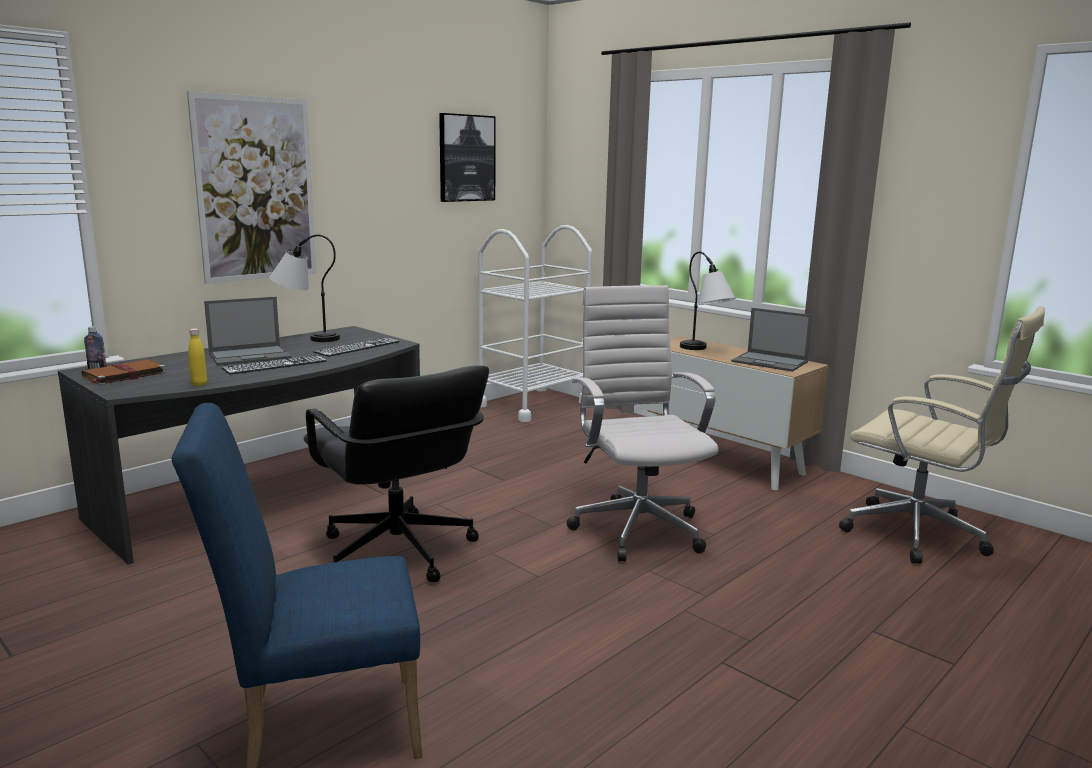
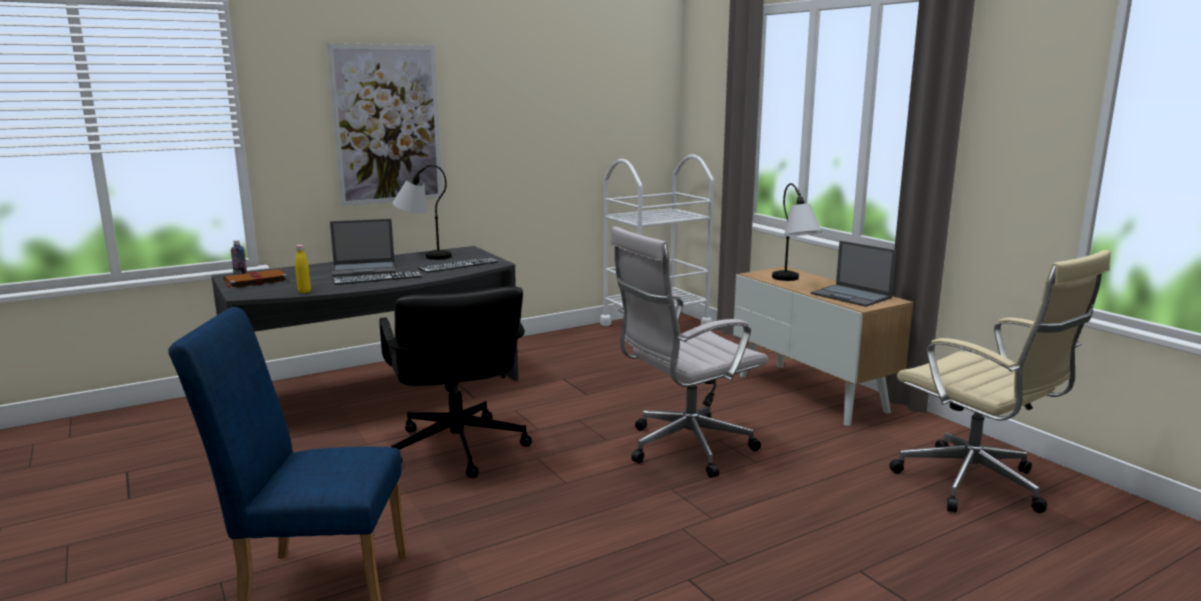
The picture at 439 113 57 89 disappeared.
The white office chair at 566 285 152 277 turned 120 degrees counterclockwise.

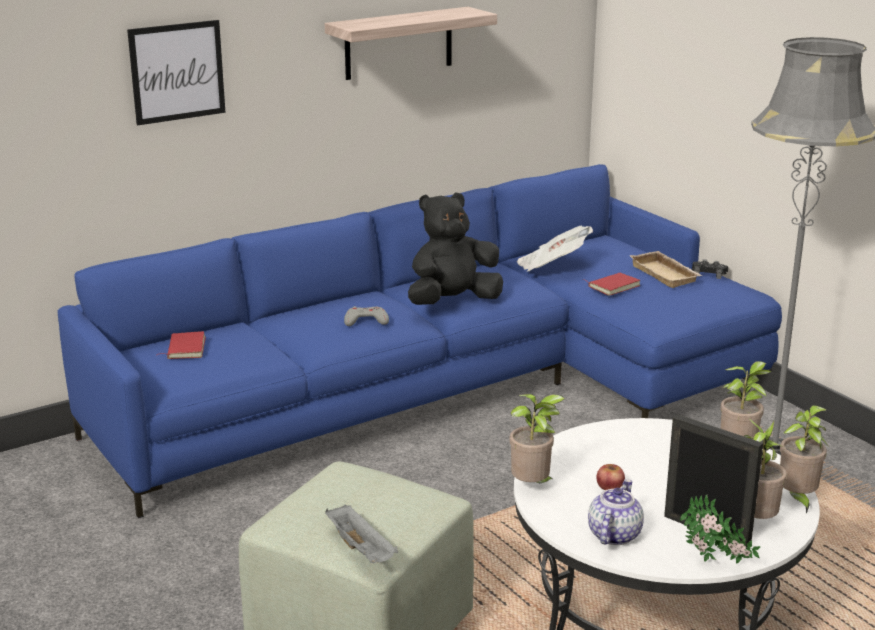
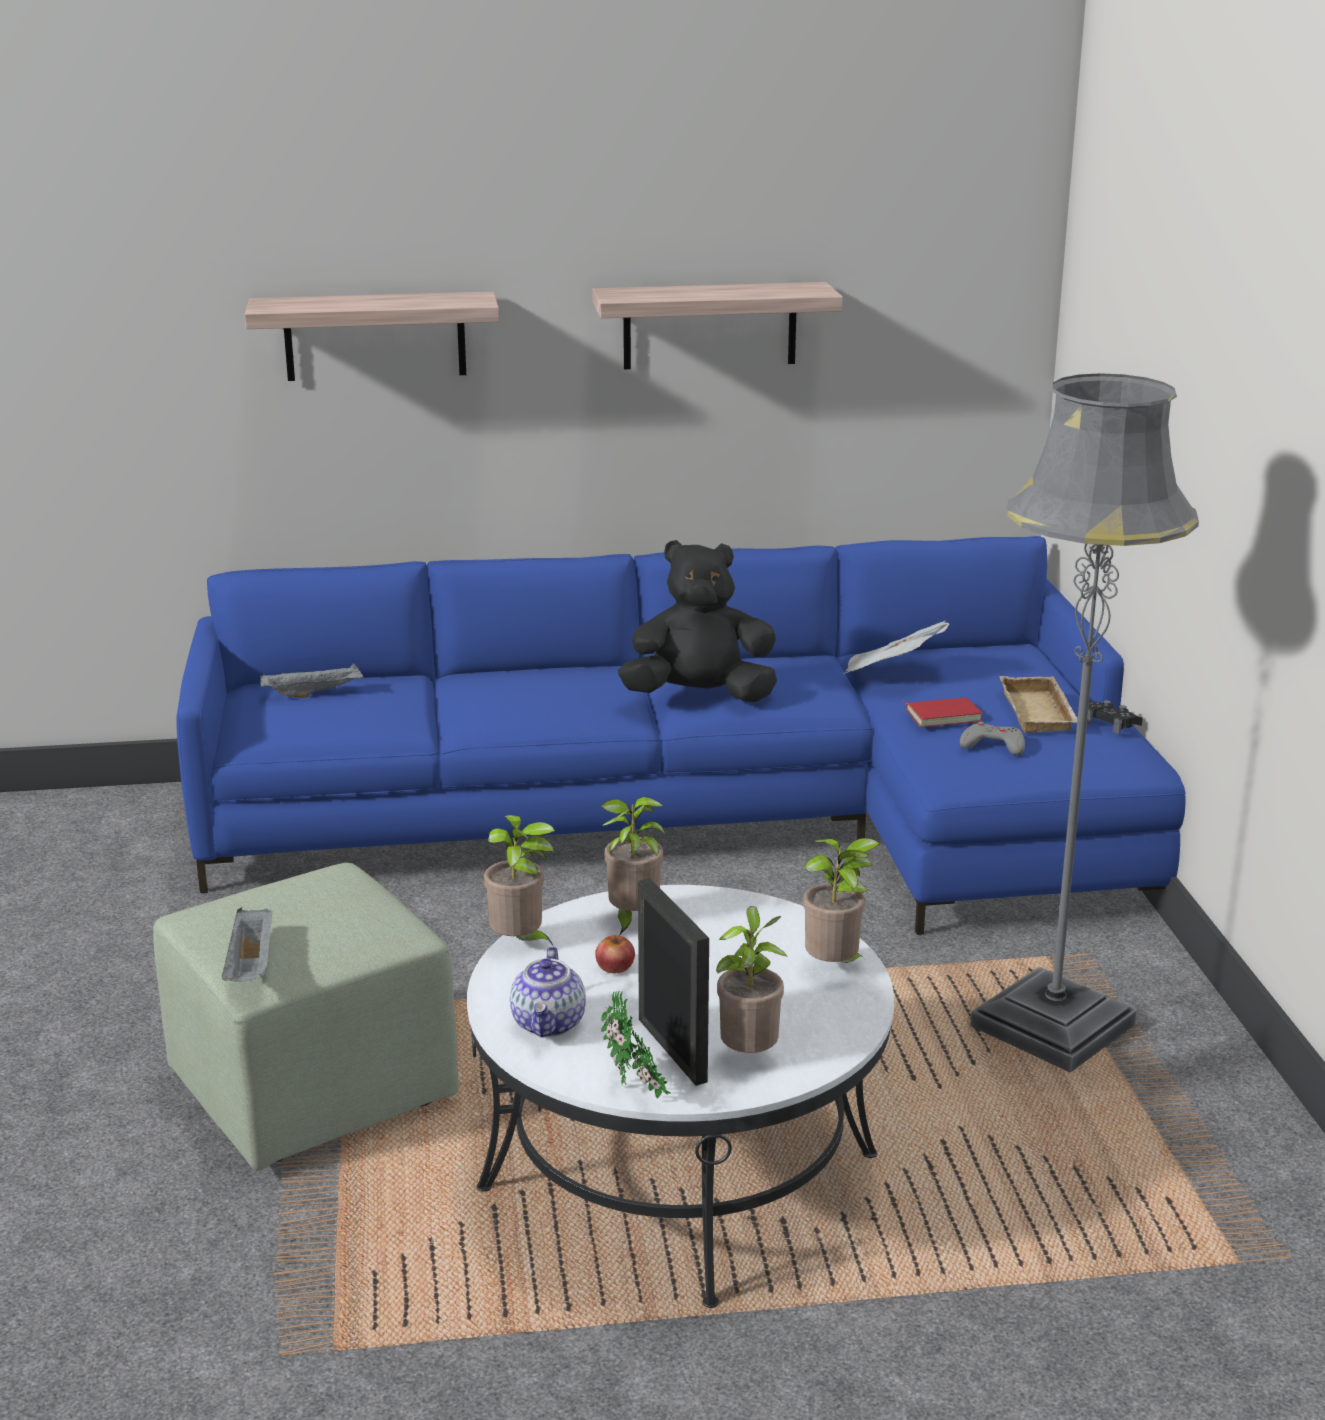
The picture at 127 20 99 105 was replaced by the shelf at 245 292 254 89.
The grey game controller moved from 344 306 45 20 to 960 721 65 34.
The red book at 157 331 49 28 was replaced by the grey tray at 260 663 104 35.
The potted plant moved from 780 405 49 108 to 600 797 65 139.
The teapot at 588 479 56 66 turned 135 degrees clockwise.

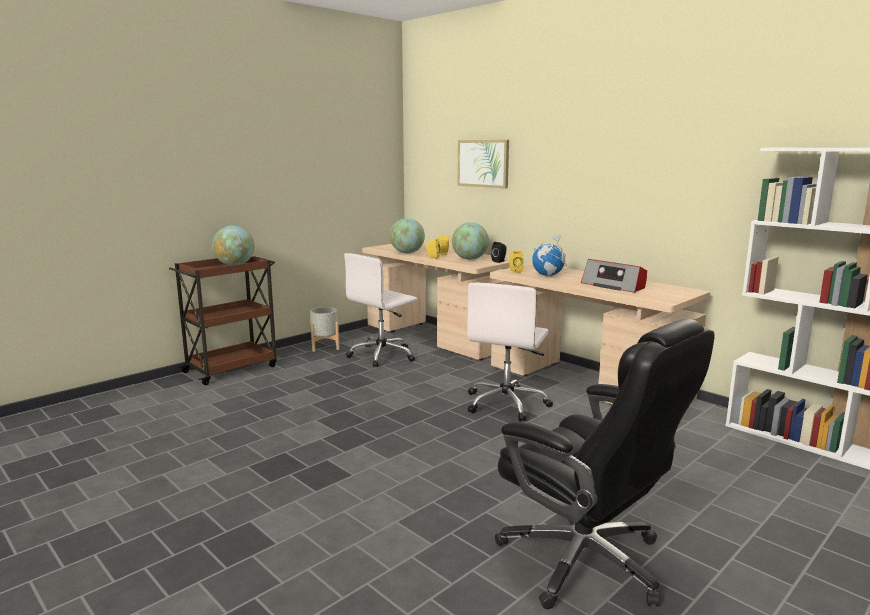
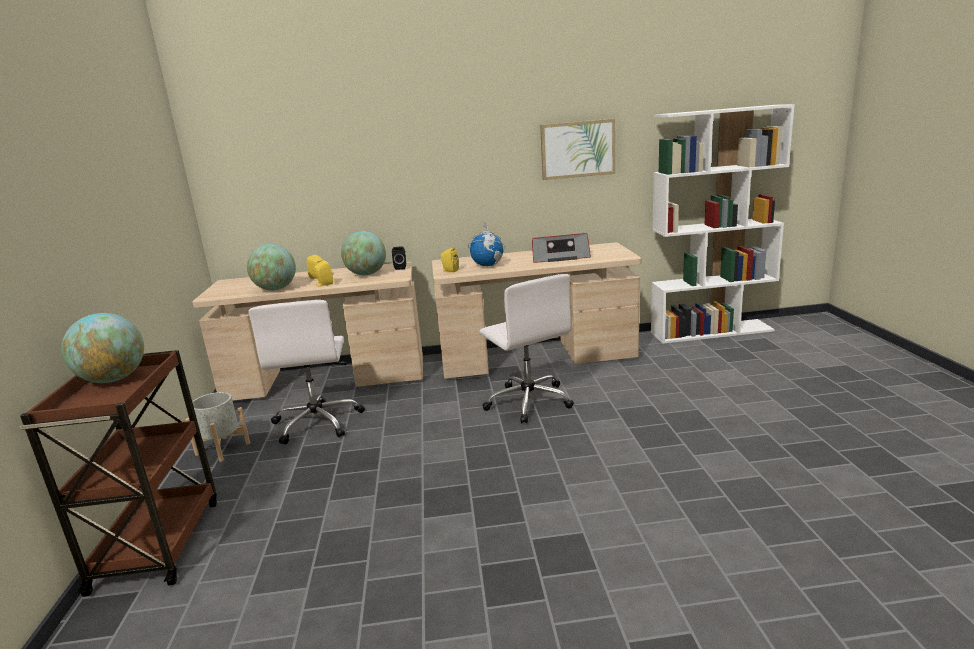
The picture moved from 458 140 51 49 to 540 119 76 61.
The black office chair at 495 319 220 290 disappeared.

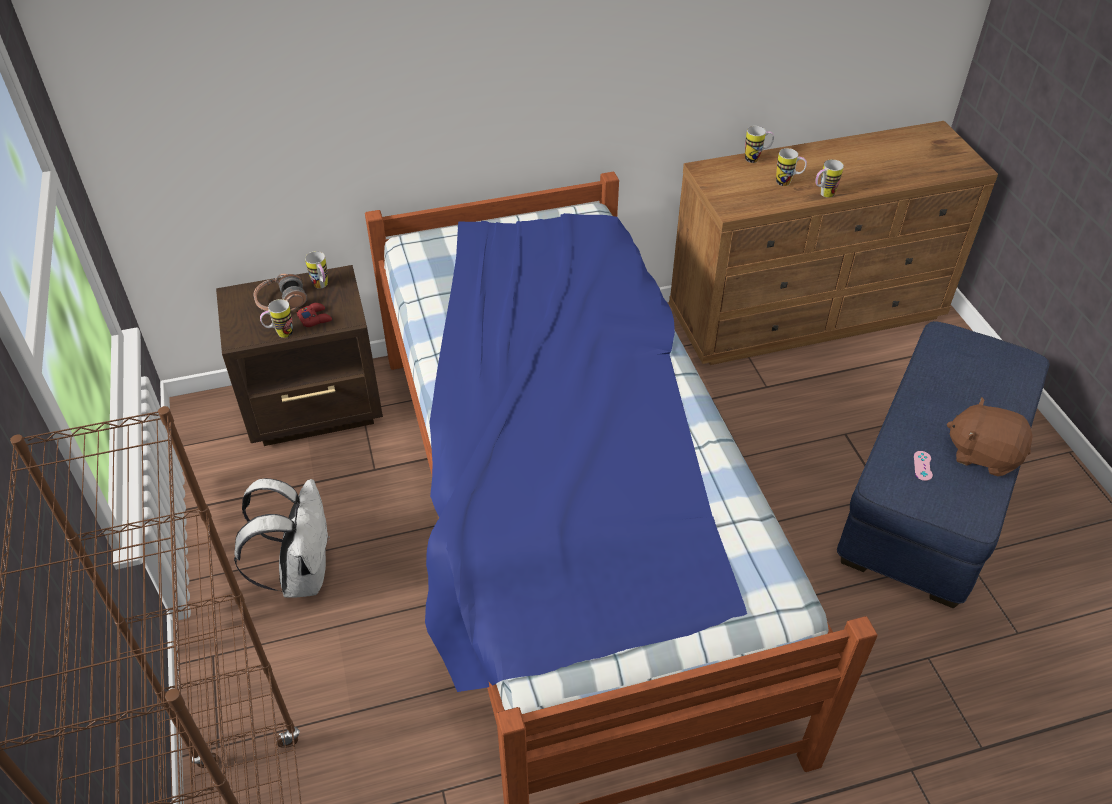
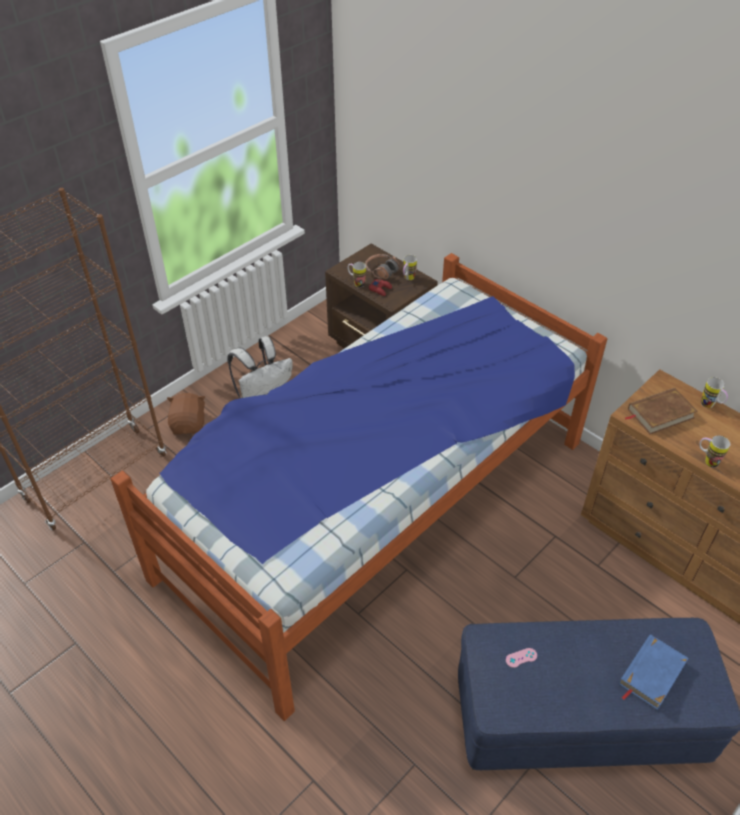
The mug at 776 148 31 38 disappeared.
The brown plush toy moved from 947 397 86 79 to 167 393 38 42.
The brown book at 625 388 73 46 appeared.
The blue book at 619 635 70 75 appeared.

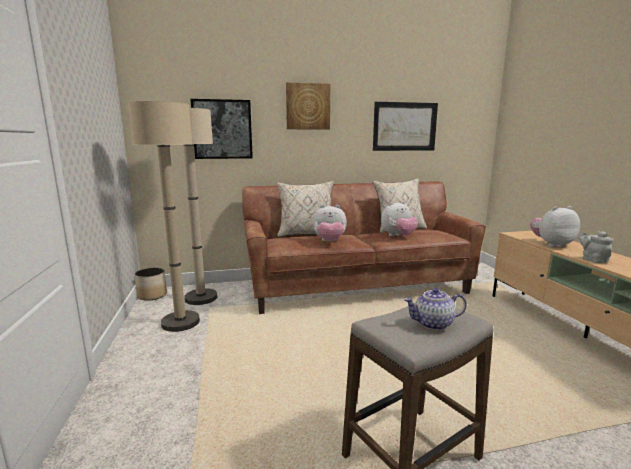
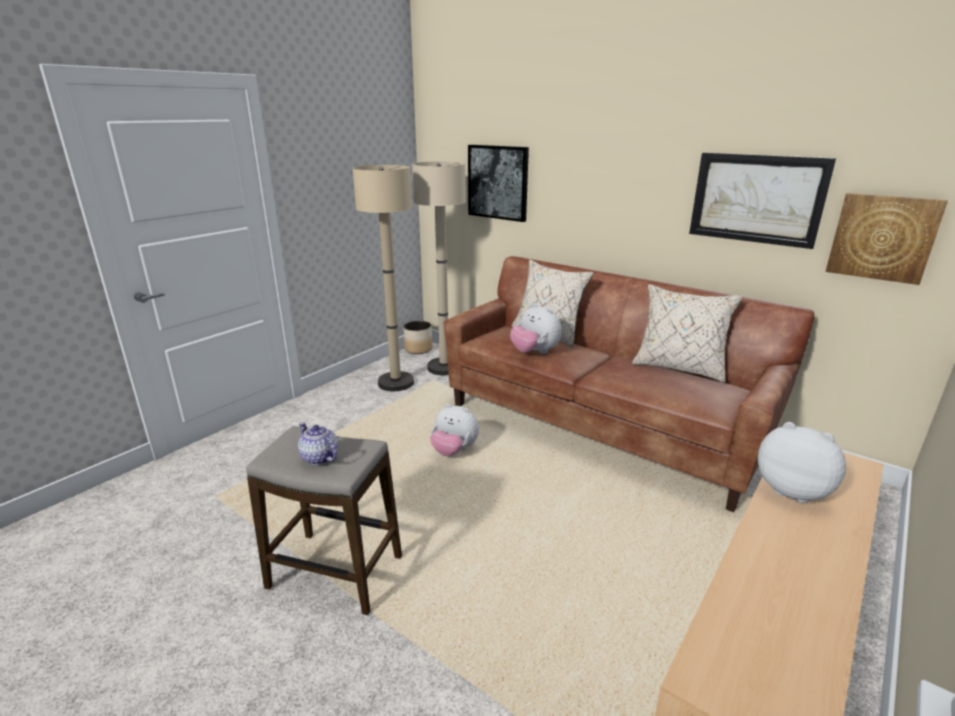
The picture moved from 286 82 44 48 to 825 193 123 92.
The plush toy moved from 381 201 37 35 to 430 404 49 52.
The grey teapot at 579 231 34 32 disappeared.

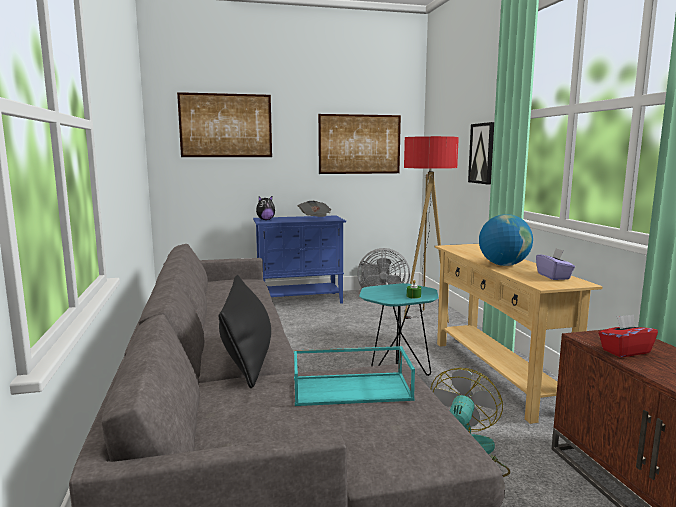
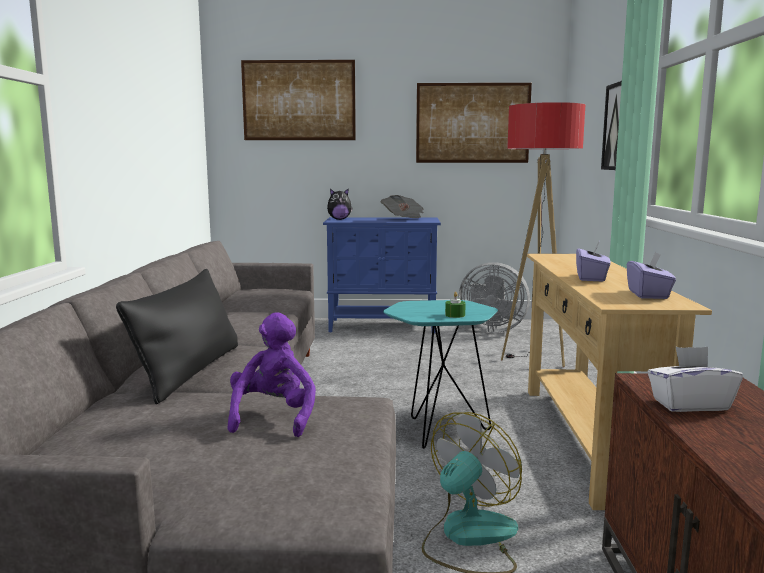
The globe at 479 214 54 52 was replaced by the purple tissue box at 576 242 35 40.
The red tissue box at 599 314 59 43 became the white tissue box at 647 347 96 65.
The turquoise tray at 294 346 121 60 was replaced by the purple plush toy at 228 312 88 125.

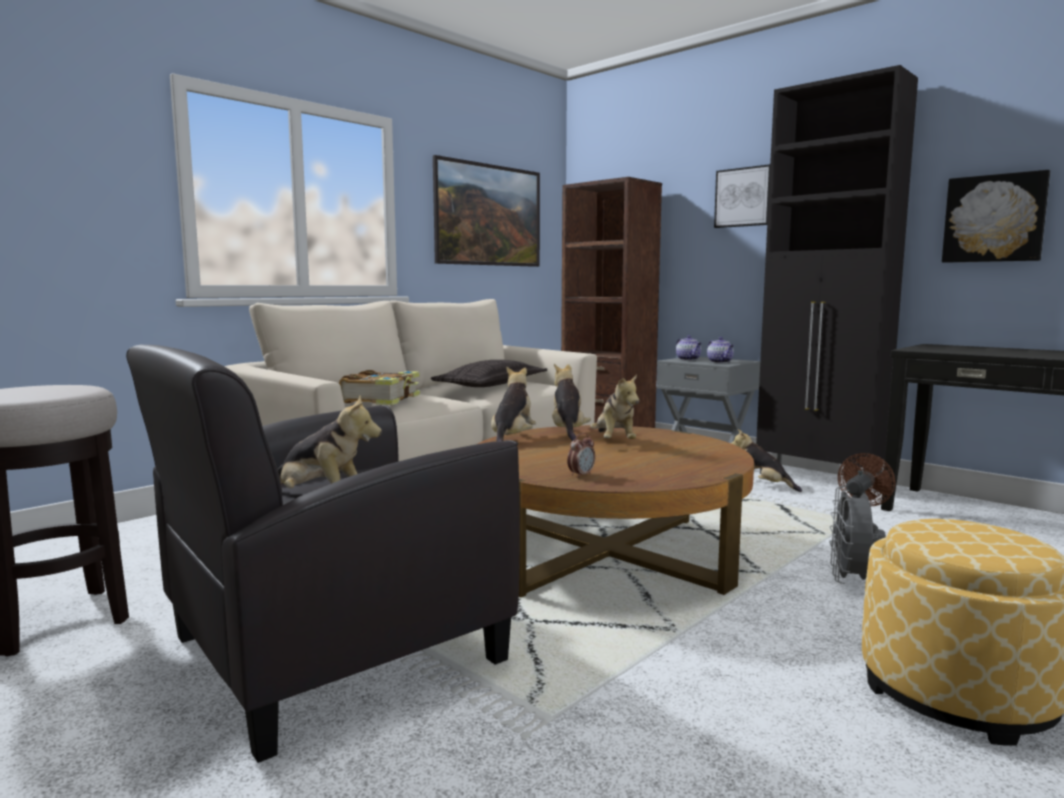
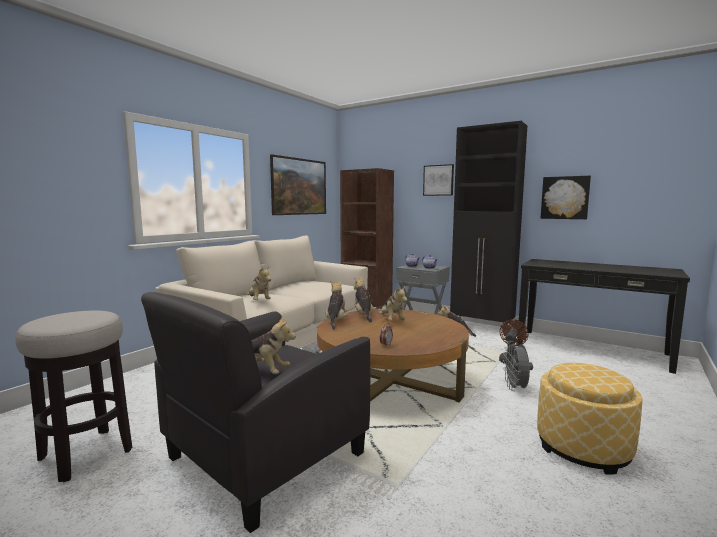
The pillow at 431 360 116 27 disappeared.
The book at 339 370 81 35 was replaced by the plush toy at 246 266 25 34.

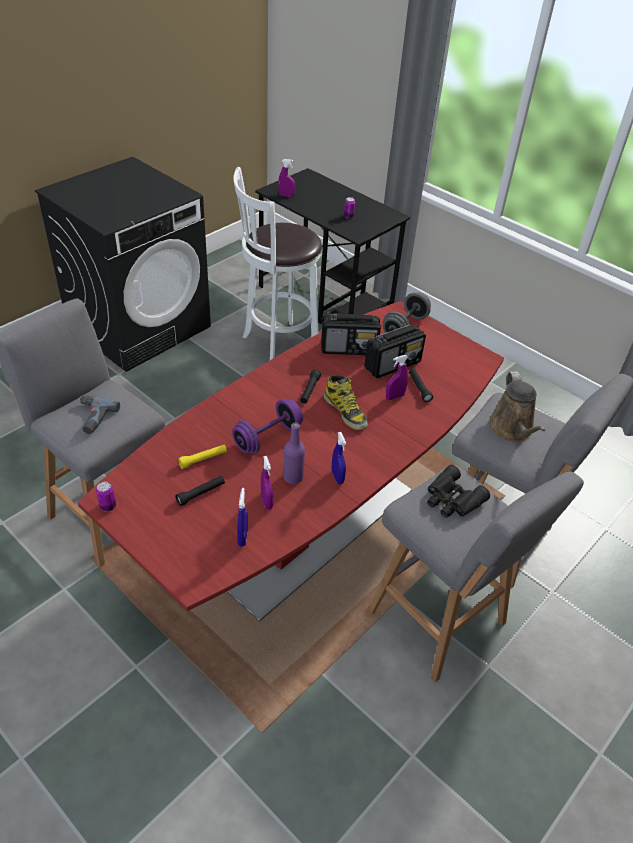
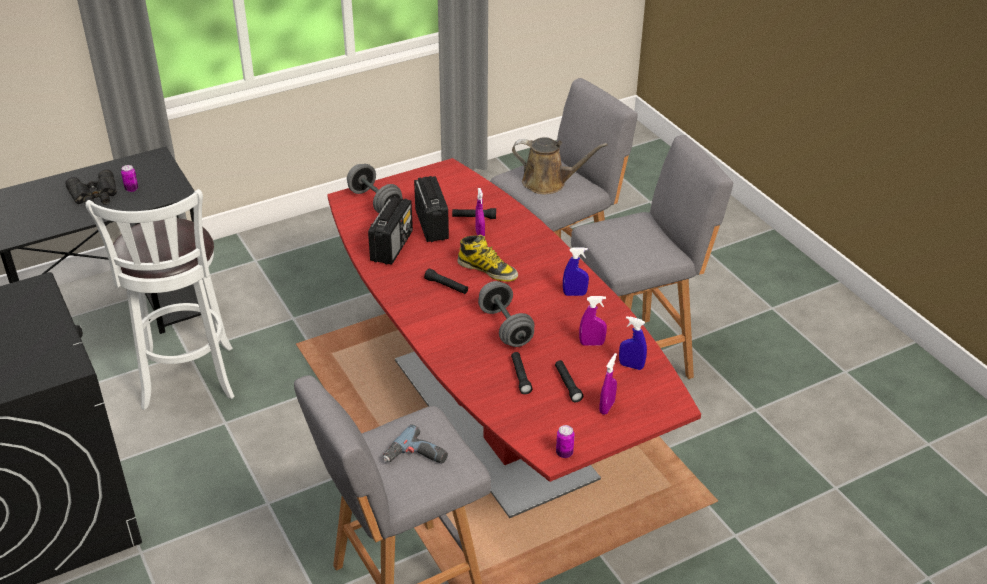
The purple spray bottle moved from 278 159 17 38 to 599 353 18 62.
The boot at 324 375 44 55 turned 45 degrees clockwise.
The purple dumbbell at 232 399 71 54 became the grey dumbbell at 478 281 57 66.
The purple bottle at 283 422 22 62 disappeared.
The yellow flashlight at 178 445 49 24 became the black flashlight at 511 352 21 42.
The black binoculars moved from 427 465 63 53 to 65 169 52 36.

